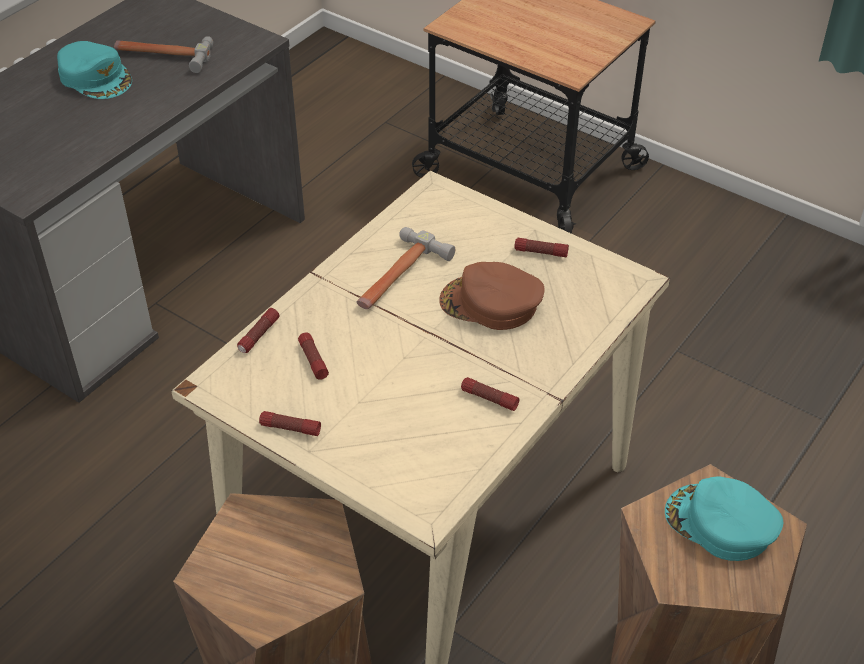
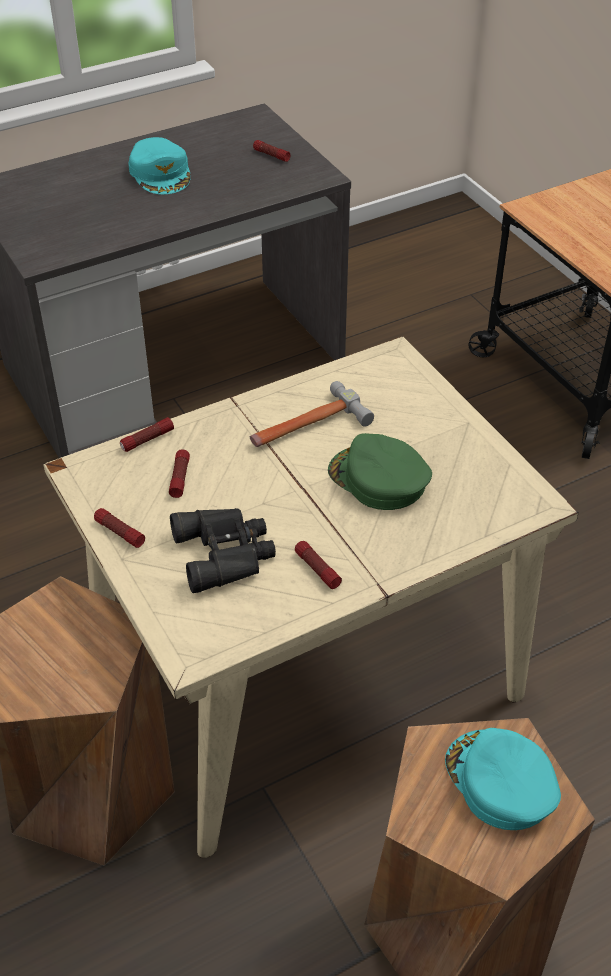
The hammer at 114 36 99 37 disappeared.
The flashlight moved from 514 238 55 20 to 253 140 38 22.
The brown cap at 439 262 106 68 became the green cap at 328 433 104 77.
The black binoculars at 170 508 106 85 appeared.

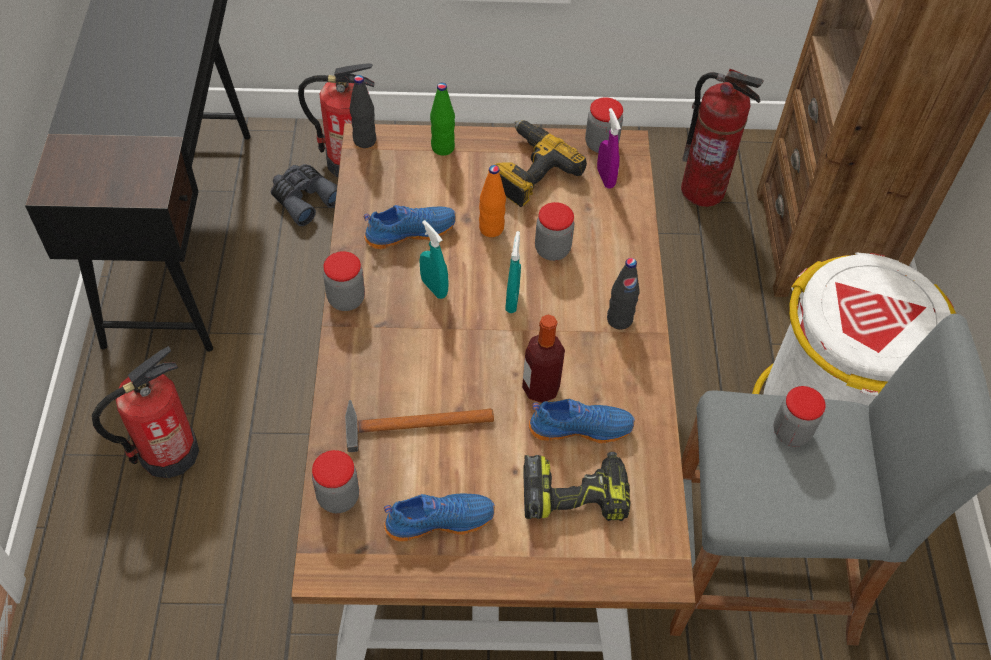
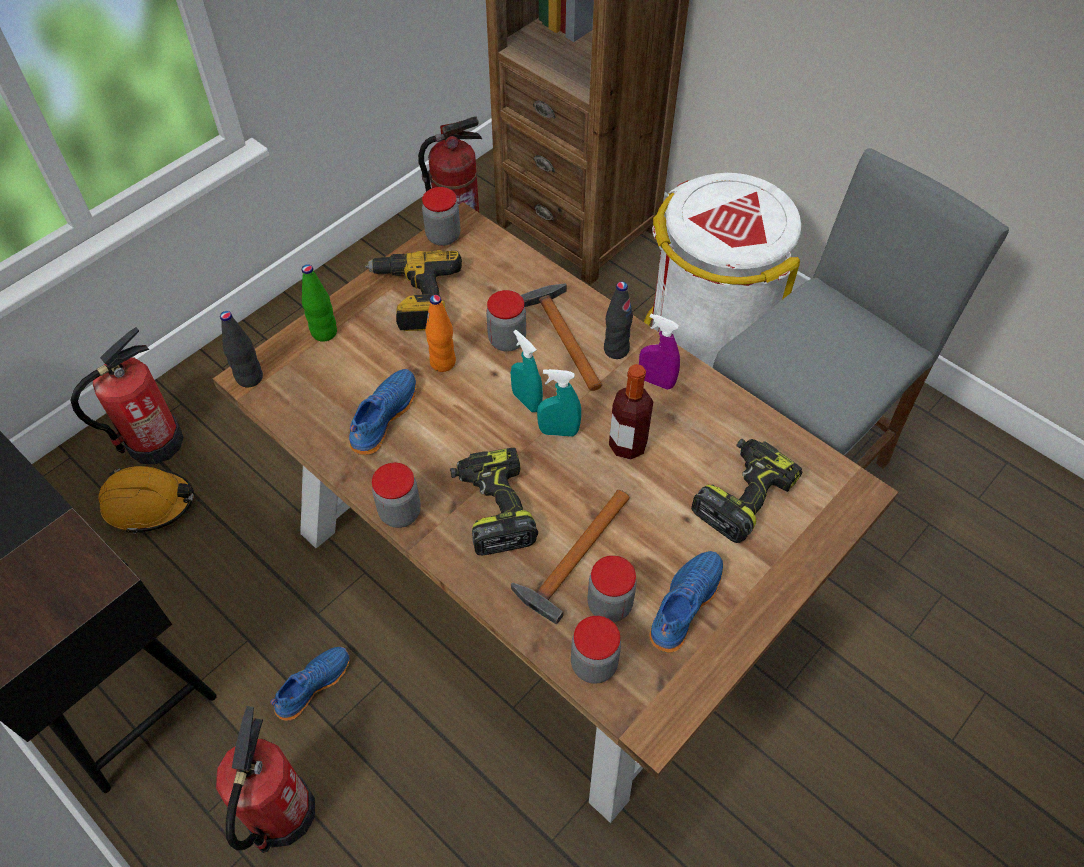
The purple spray bottle moved from 597 108 24 81 to 639 314 41 76.
The grey binoculars at 271 164 66 62 was replaced by the orange hard hat at 99 466 95 68.
The turquoise spray bottle moved from 419 220 30 79 to 537 369 44 68.
The jar moved from 773 386 53 60 to 587 556 50 66.
The blue shoe moved from 528 399 107 45 to 270 647 80 74.
The hammer at 521 283 81 108 appeared.
The power drill at 450 448 88 107 appeared.

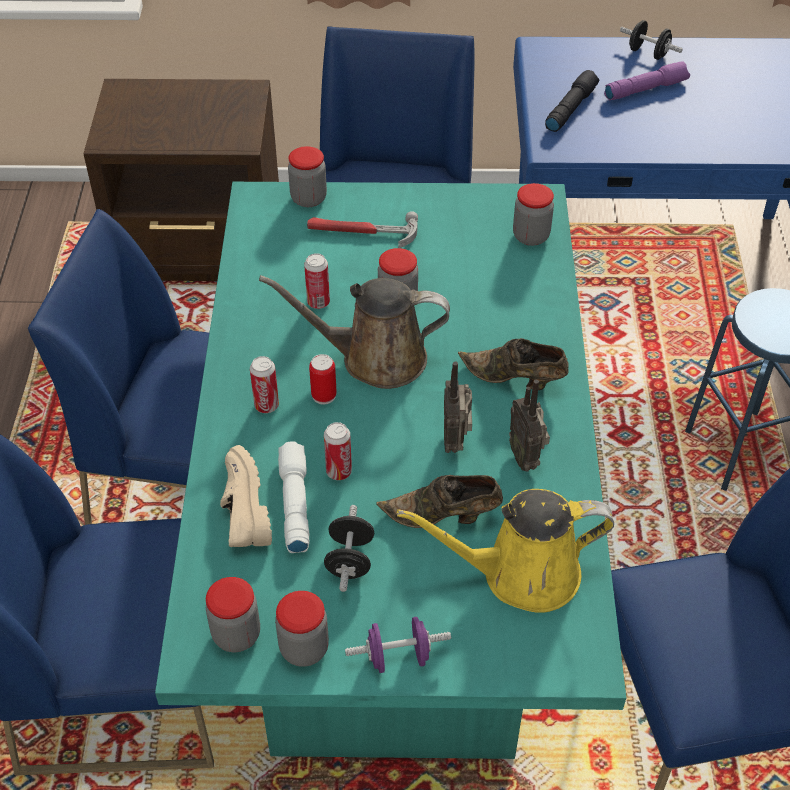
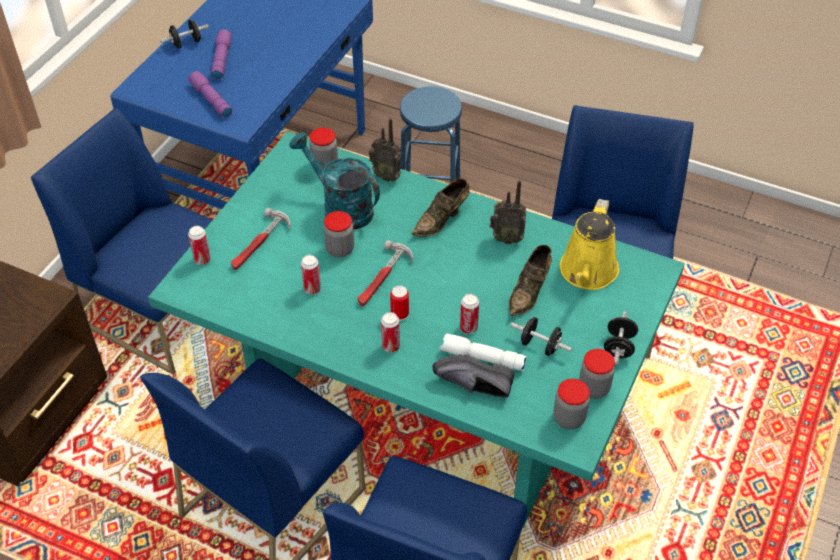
The black flashlight at 545 70 54 62 became the purple flashlight at 188 71 44 47.
The jar at 288 146 39 61 was replaced by the can at 188 226 23 39.
The brown watering can at 259 275 191 114 was replaced by the hammer at 357 240 56 67.
The radio moved from 444 362 28 91 to 369 118 32 64.
The beige shoe at 220 445 52 102 became the black shoe at 432 354 82 44.
The purple dumbbell at 345 617 106 56 became the black dumbbell at 604 311 34 54.
The turquoise watering can at 289 132 91 98 appeared.

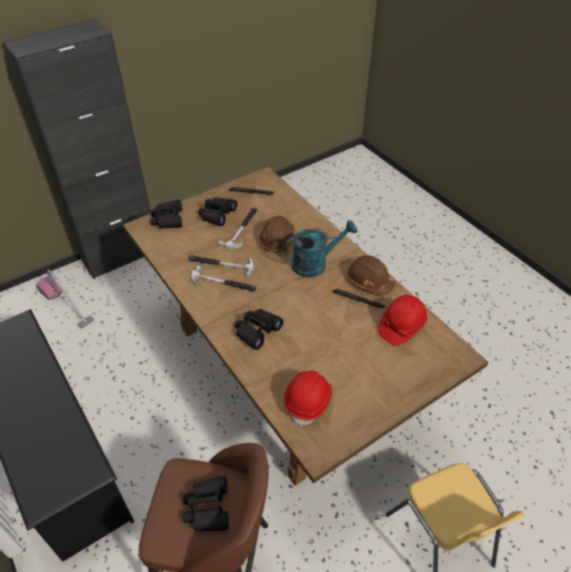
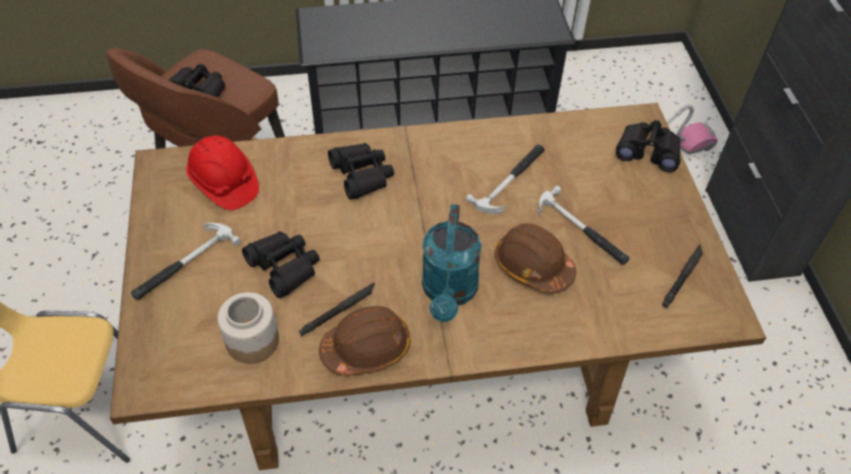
The black binoculars moved from 198 197 39 29 to 242 231 78 67.
The hammer moved from 191 265 66 27 to 131 223 110 77.
The red hard hat at 378 295 49 51 was replaced by the jar at 217 292 62 72.

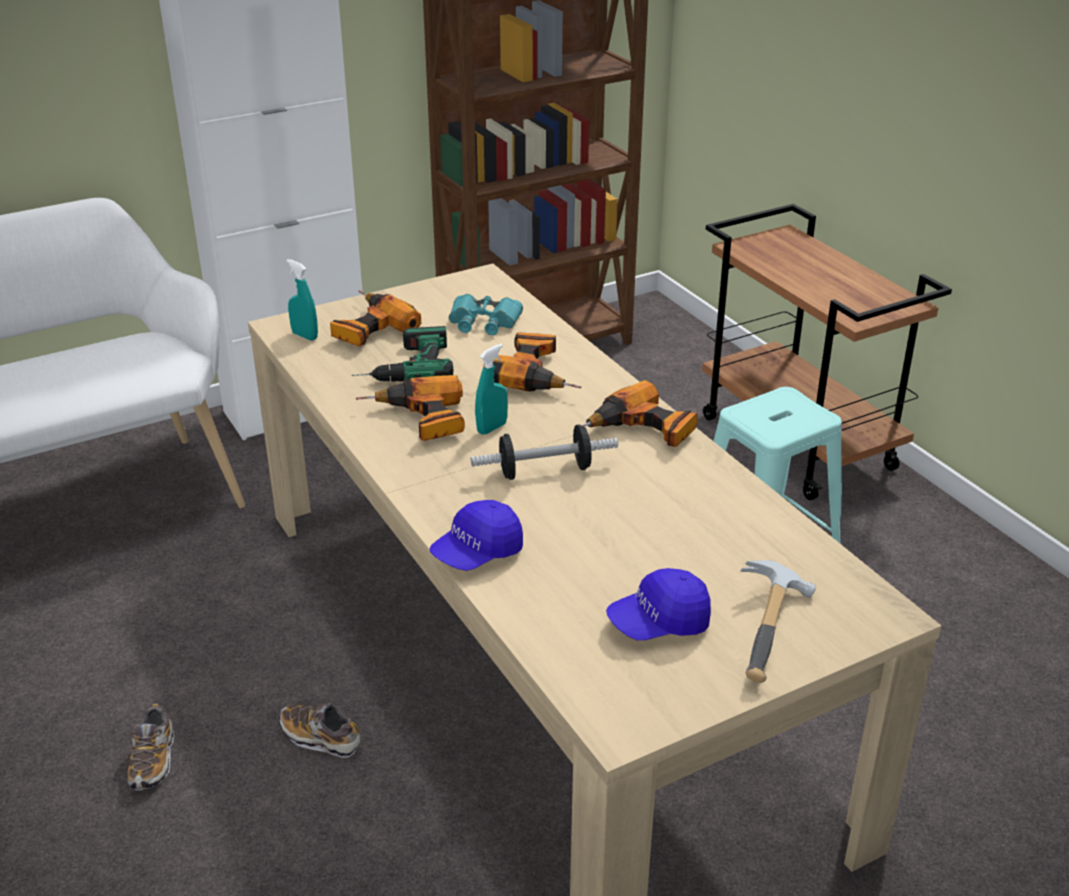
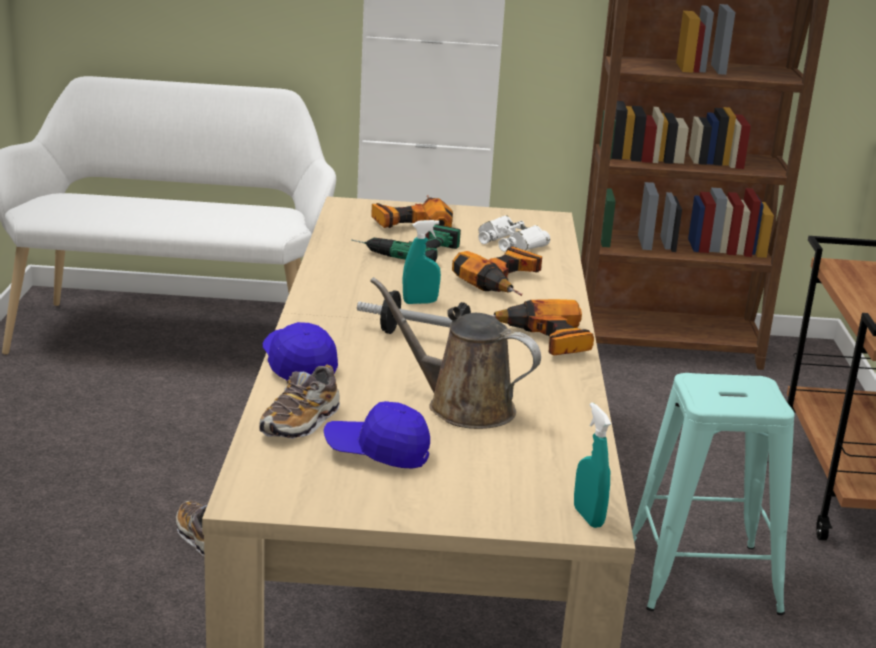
The turquoise spray bottle moved from 286 259 32 82 to 574 402 37 126.
The turquoise binoculars at 449 294 74 41 became the white binoculars at 478 215 72 36.
The power drill at 356 375 109 66 disappeared.
The blue cap at 429 500 94 71 turned 75 degrees clockwise.
The hammer at 740 560 76 123 disappeared.
The shoe moved from 128 704 46 87 to 259 365 81 74.
The brown watering can at 370 277 171 152 appeared.

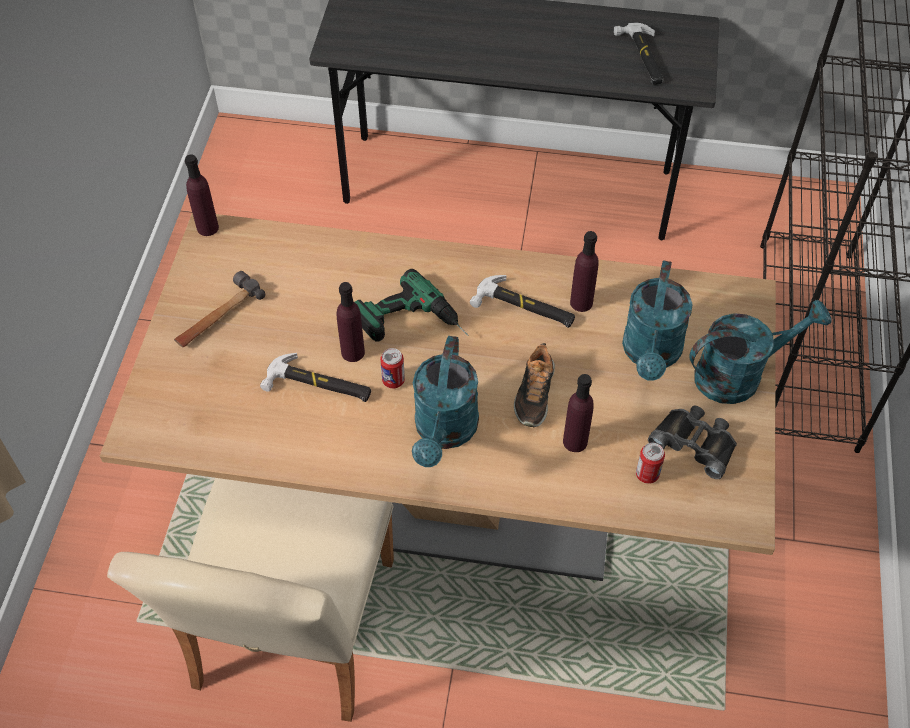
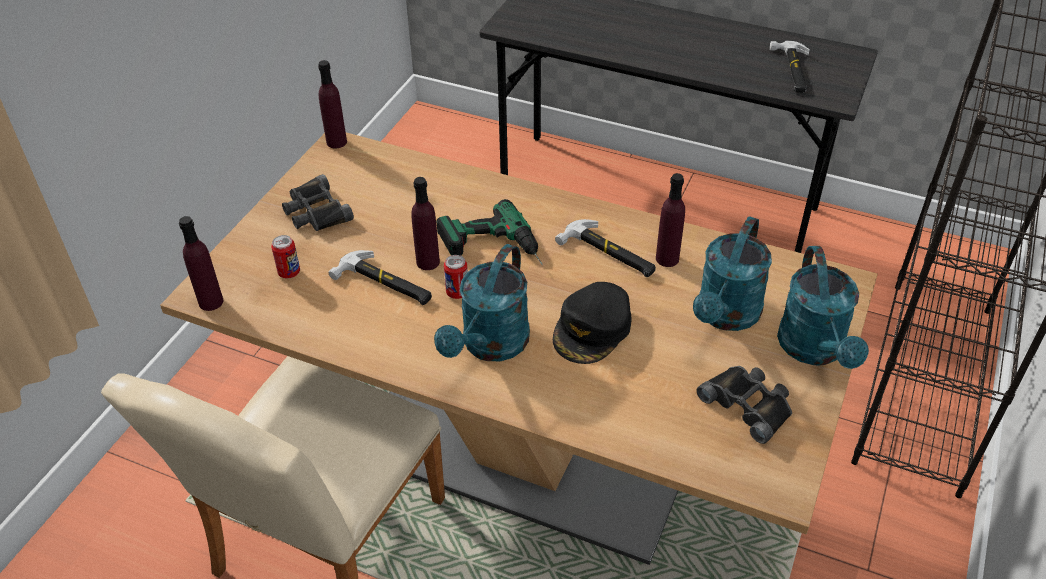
The hammer at 174 271 91 76 was replaced by the black binoculars at 282 174 72 57.
The turquoise watering can at 689 300 142 104 turned 90 degrees clockwise.
The shoe at 514 343 41 84 was replaced by the black cap at 553 282 79 82.
The purple bottle moved from 563 374 31 78 to 179 216 45 95.
The can moved from 636 443 29 41 to 271 235 29 43.

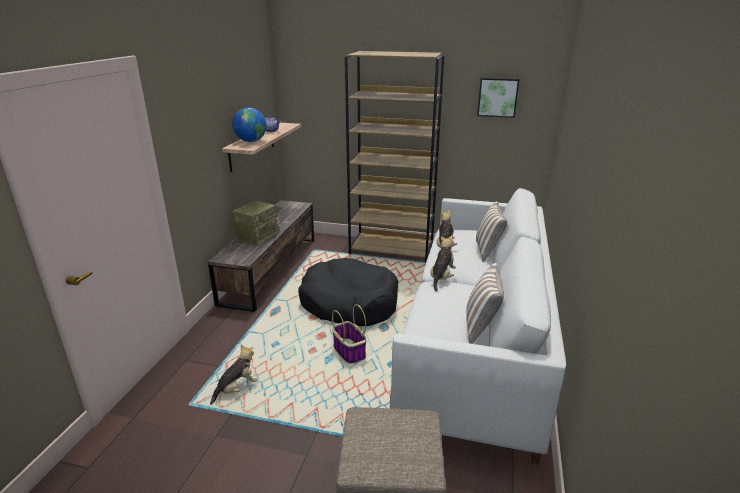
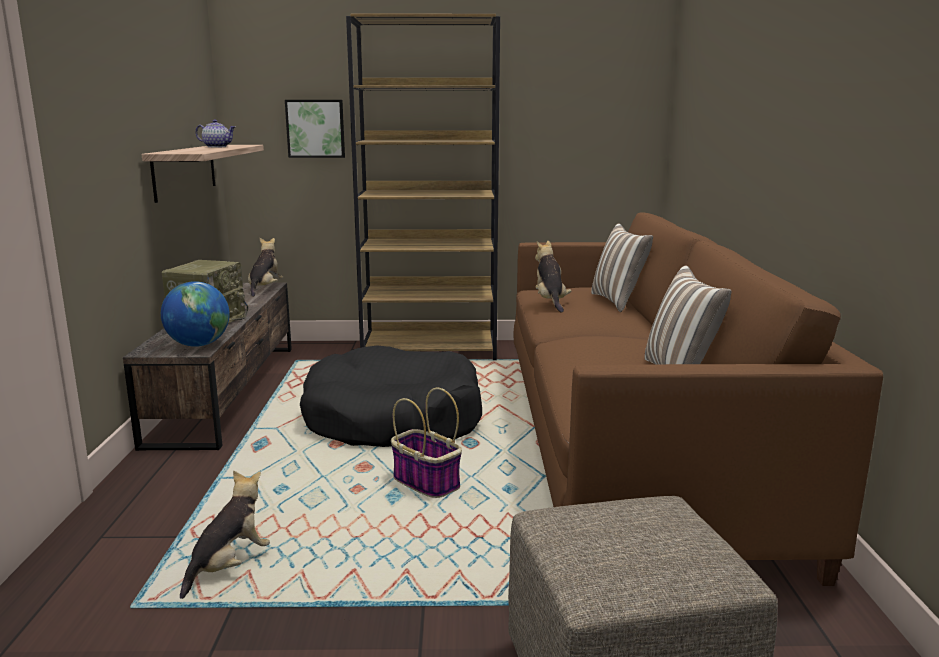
The picture moved from 477 78 43 40 to 285 100 60 58.
The globe moved from 232 107 35 35 to 161 281 69 66.
The white sofa at 390 188 176 276 became the brown sofa at 513 212 370 374.
The plush toy moved from 431 235 25 57 to 248 238 36 59.

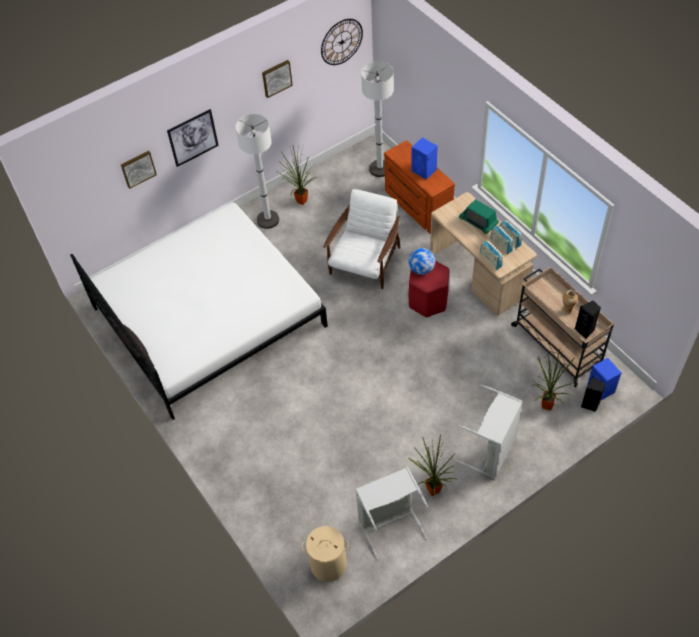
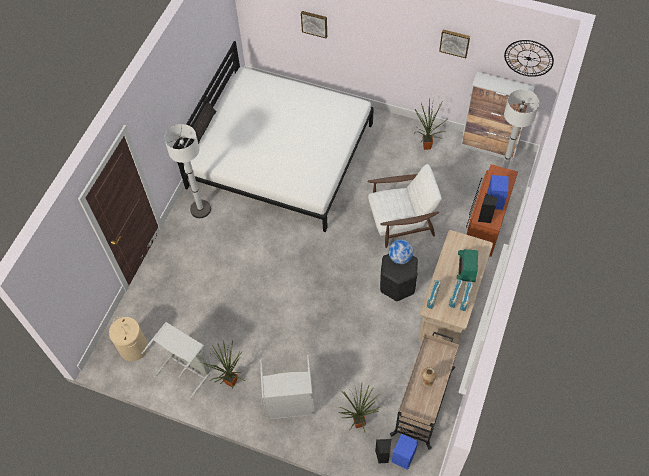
The picture at 167 109 52 58 disappeared.
The white floor lamp moved from 236 114 43 115 to 164 124 47 94.
The red stool at 409 261 40 57 became the black stool at 380 254 38 47.
The black speaker moved from 575 301 26 38 to 478 193 20 30.
The cabinet at 461 72 74 89 appeared.

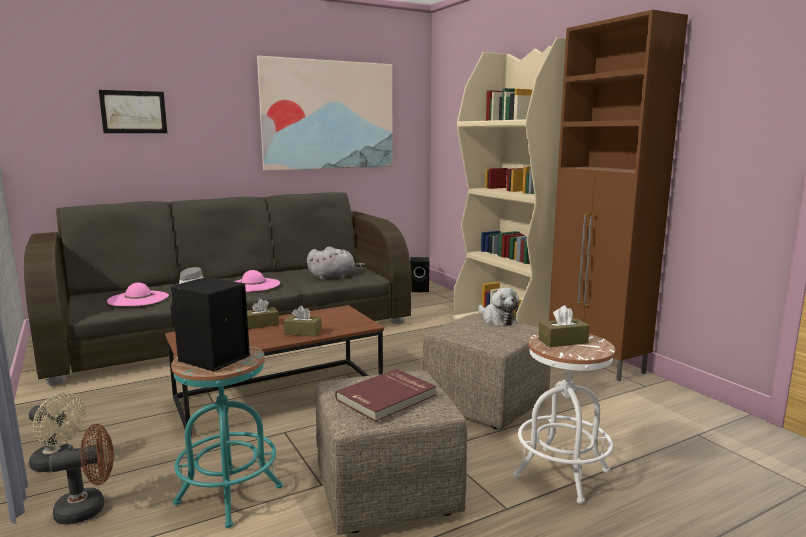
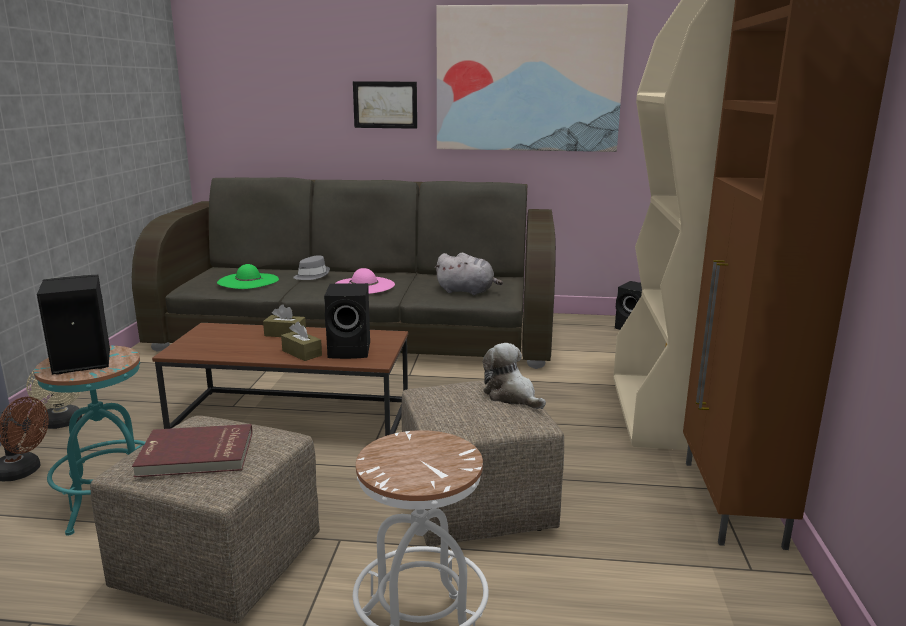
The picture moved from 99 90 68 43 to 353 81 64 48.
The pink hat at 107 283 62 23 became the green hat at 217 264 62 25.
The plush toy at 478 288 41 38 turned 135 degrees clockwise.
The brown tissue box at 538 305 52 42 disappeared.
The black speaker at 324 283 46 76 appeared.

